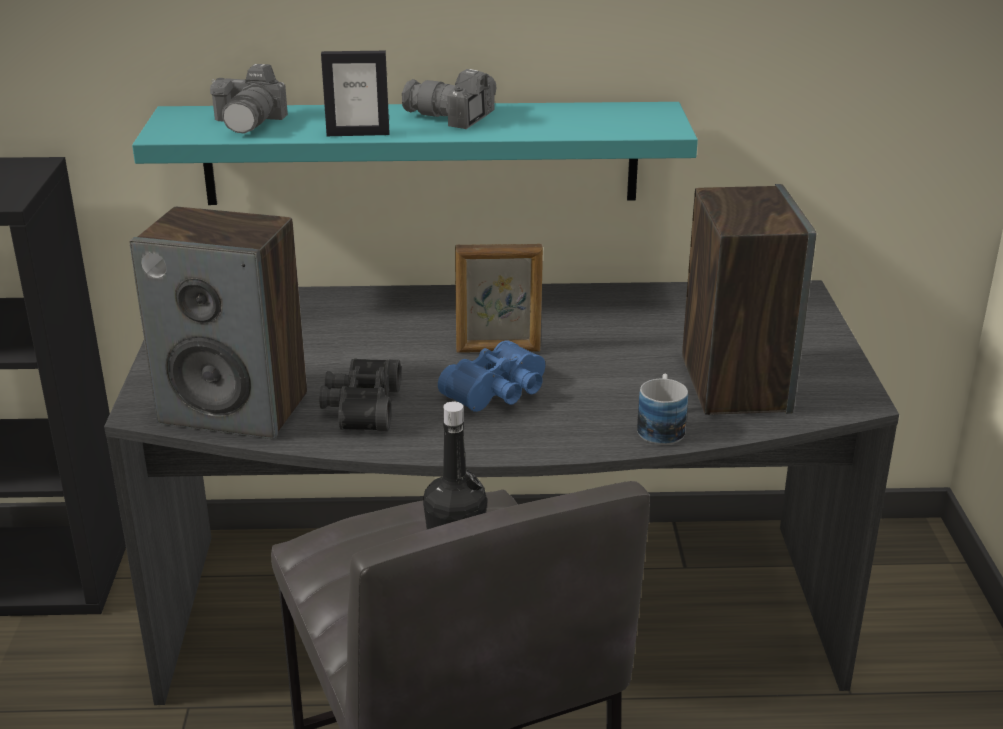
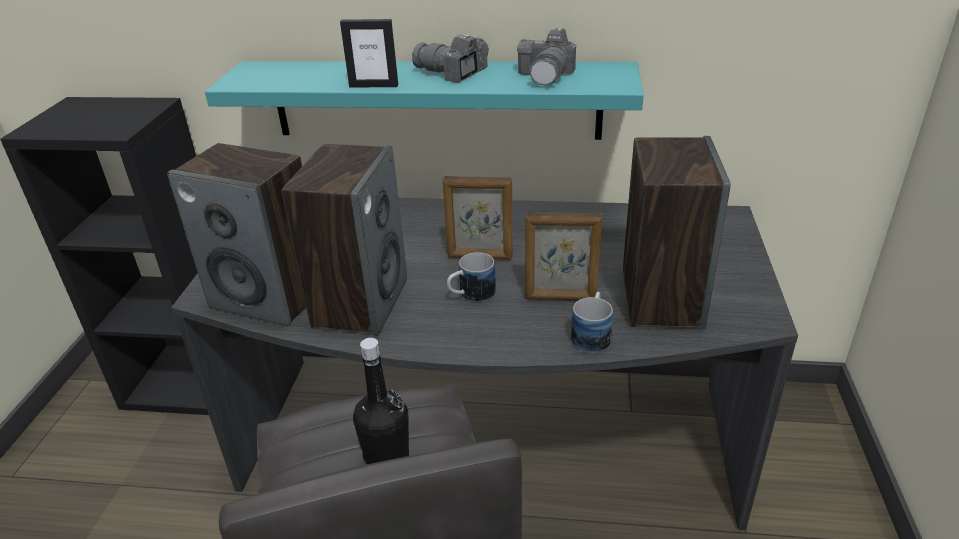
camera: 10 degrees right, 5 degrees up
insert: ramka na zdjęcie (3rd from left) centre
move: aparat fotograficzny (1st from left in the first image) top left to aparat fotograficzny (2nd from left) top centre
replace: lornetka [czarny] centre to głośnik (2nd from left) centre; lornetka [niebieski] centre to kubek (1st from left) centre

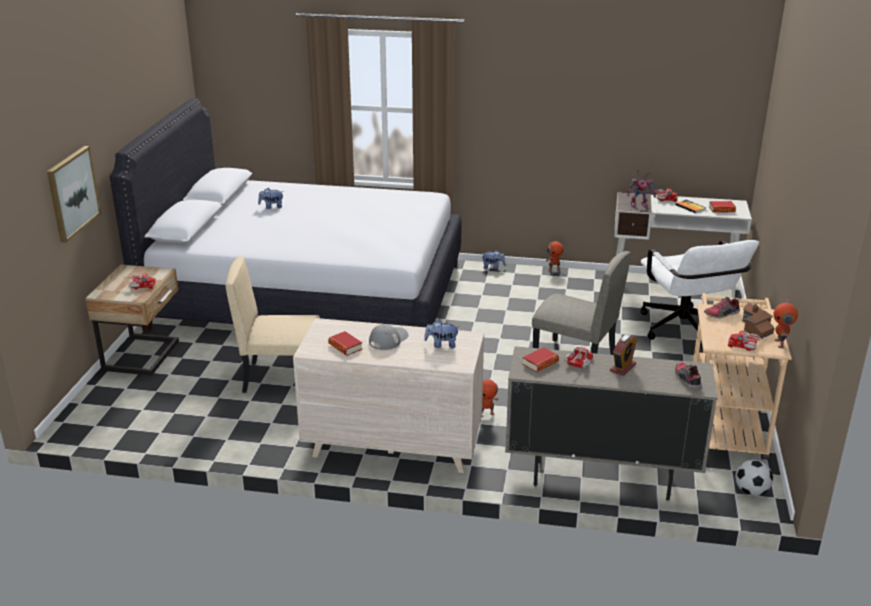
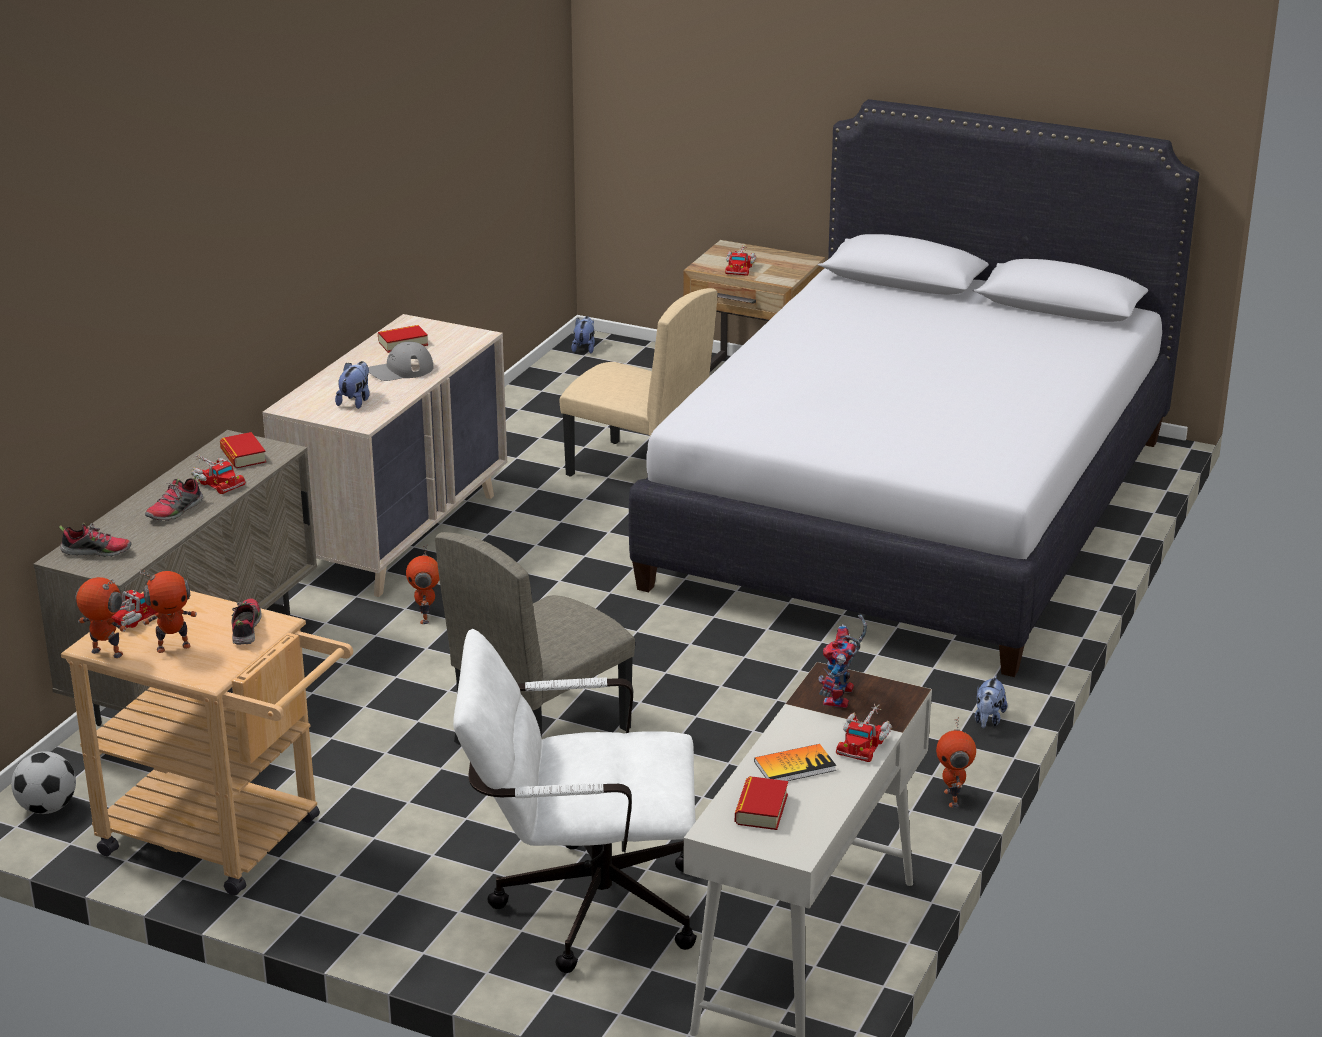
camera: 105 degrees right, 0 degrees up
delete: obraz top left
move: pluszak (1st from left in the first image) top left to pluszak (2nd from left) top centre
replace: budzik middle right to but (2nd from left) middle left; domek middle right to robot zabawkowy (2nd from left) middle left
rotate: krzesło [beżowy] (1st from left in the first image) middle left = centre 105 degrees clockwise; czapka z daszkiem [szary] centre = middle left 105 degrees clockwise

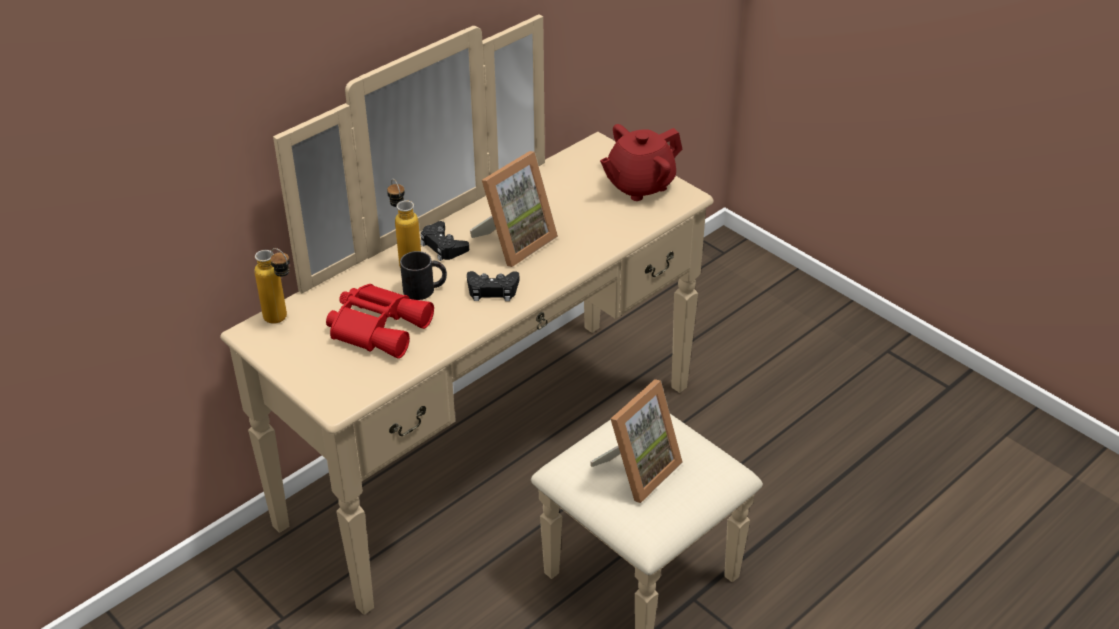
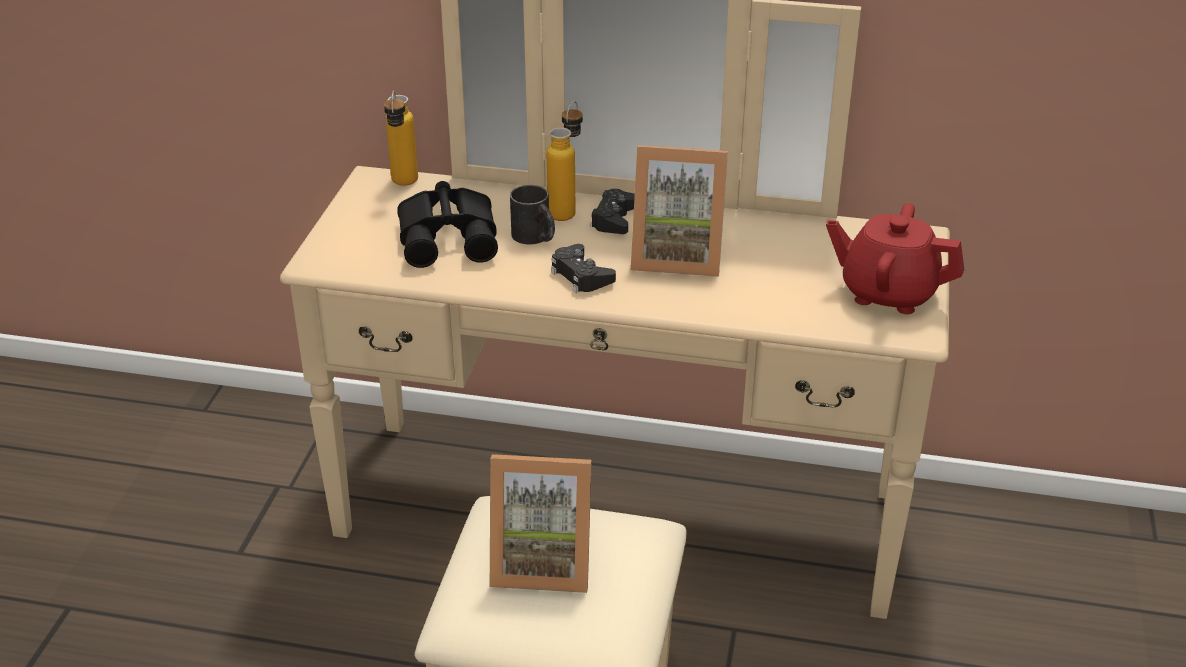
camera: 55 degrees right, 5 degrees down
recolor: lornetka [czerwony] centre to lornetka [czarny] centre

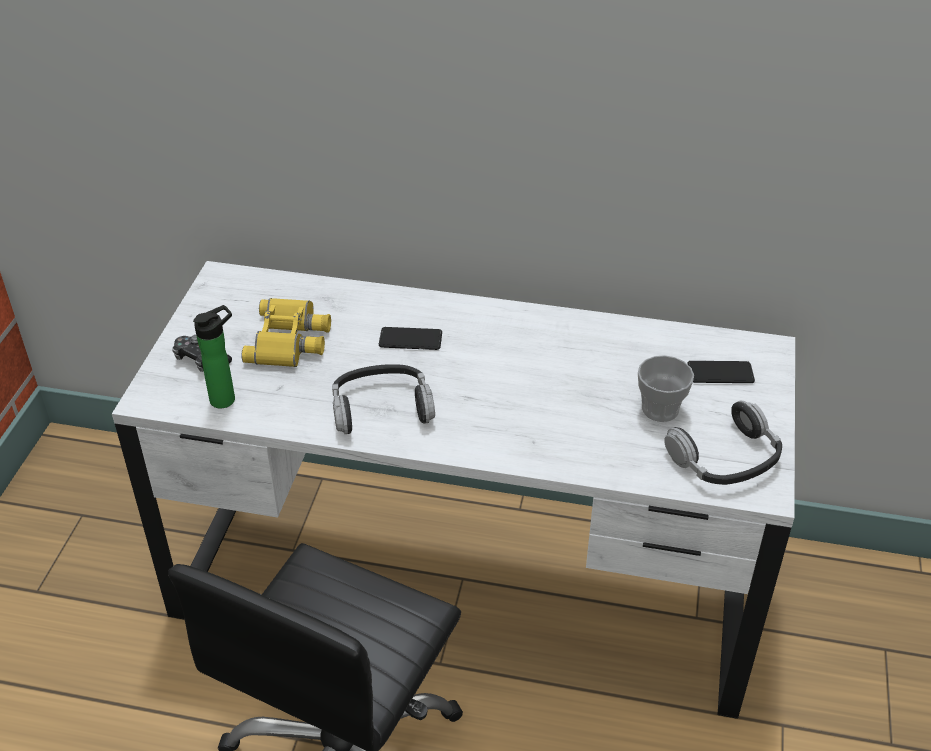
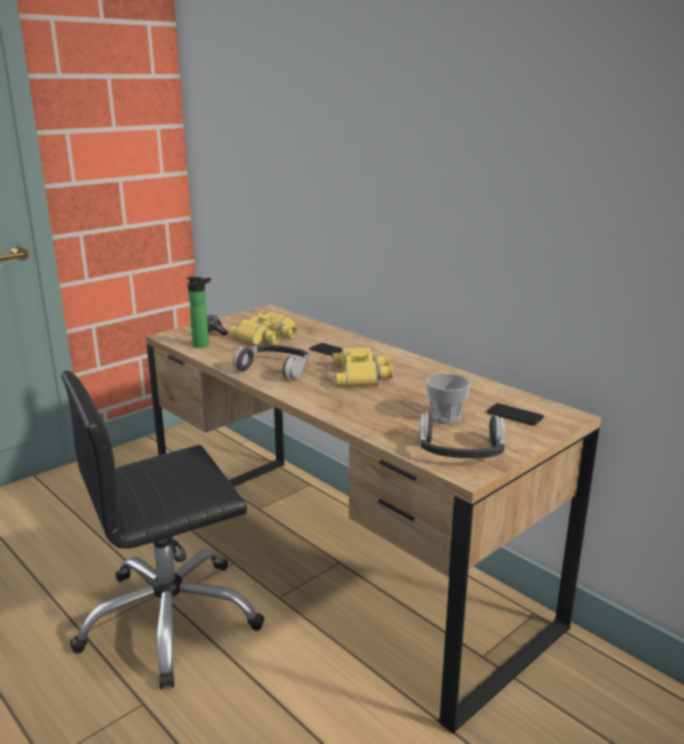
camera: 35 degrees right, 20 degrees down
insert: lornetka [żółty] (2nd from left) centre
recolor: biurko [biały] centre to biurko [brązowy] bottom centre

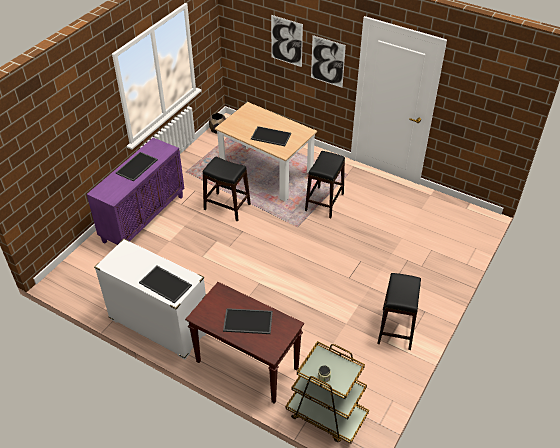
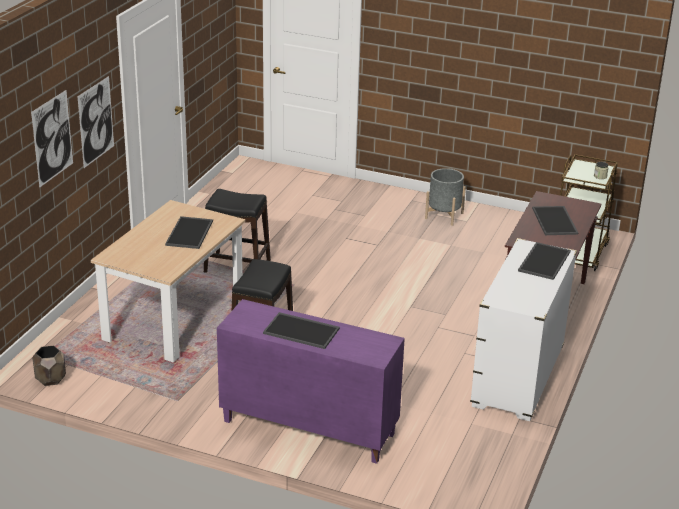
camera: 100 degrees left, 15 degrees down
replace: stołek [czarny] (3rd from left) bottom right to donica [szary] centre

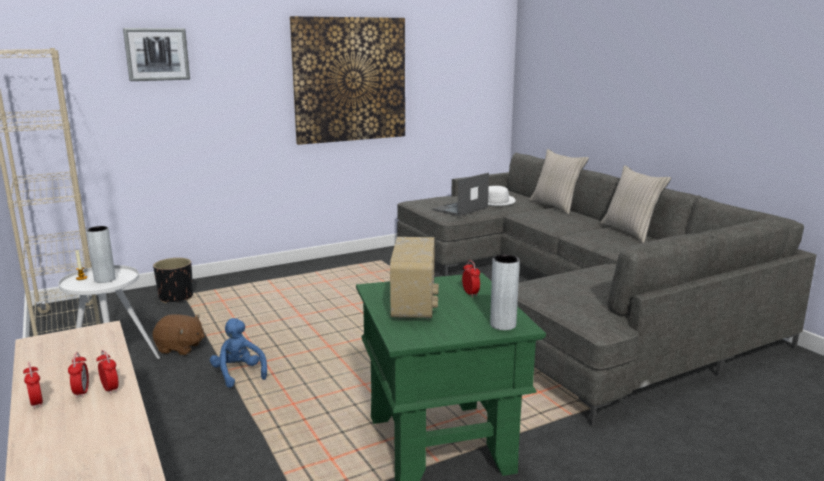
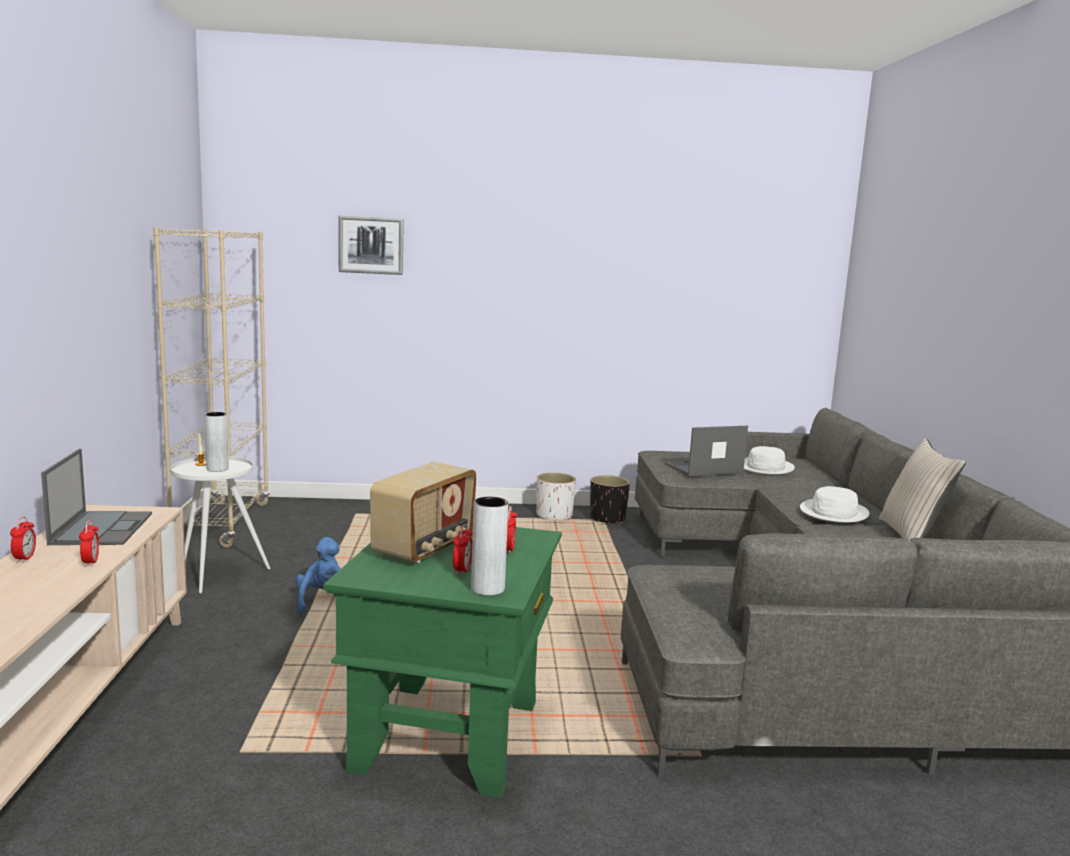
camera: 25 degrees right, 5 degrees down
delete: pluszak [brązowy] bottom left; obraz (2nd from left) top centre; poduszka [beżowy] (1st from left) middle right
insert: laptop (1st from left) middle left; donica [biały] centre; kapelusz [biały] (2nd from left) middle right
move: budzik (2nd from left in the first image) bottom left to budzik (3rd from left) centre; donica [czarny] middle left to centre

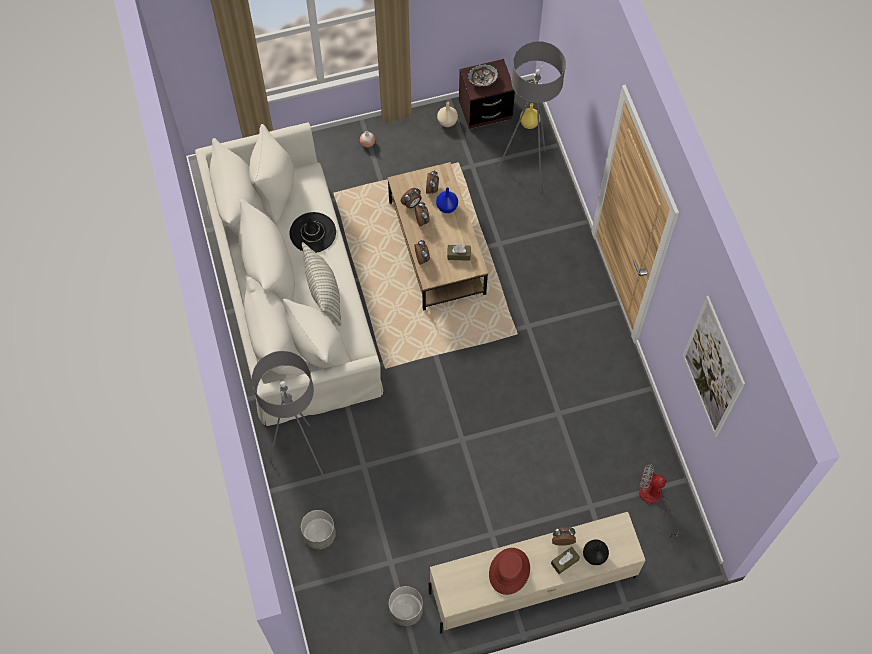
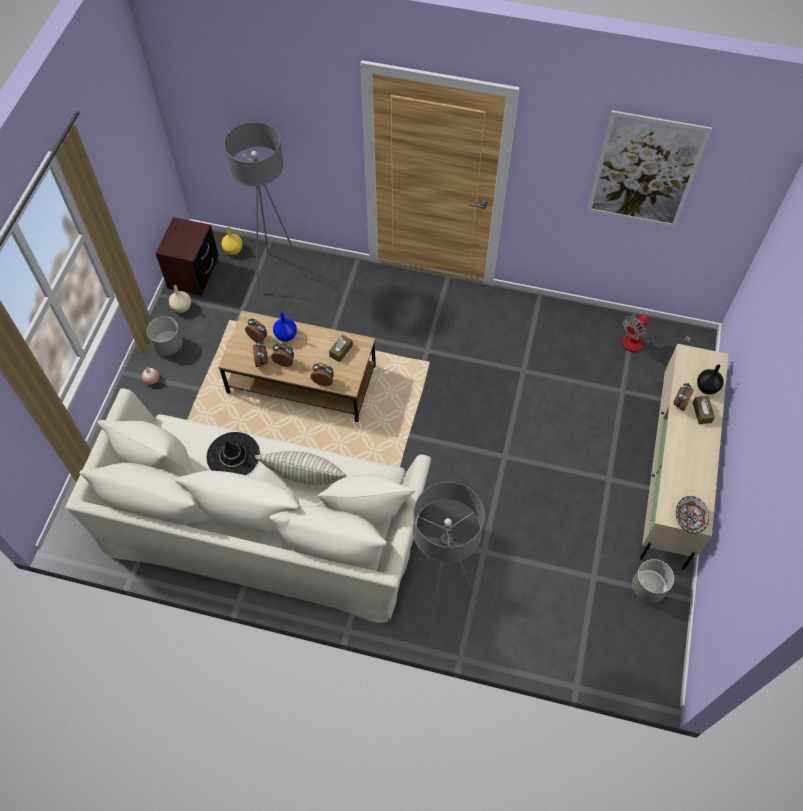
camera: 60 degrees left, 5 degrees down
delete: kapelusz [czerwony] bottom centre
move: donica [szary] (1st from left) bottom centre to middle left; miska top centre to middle right

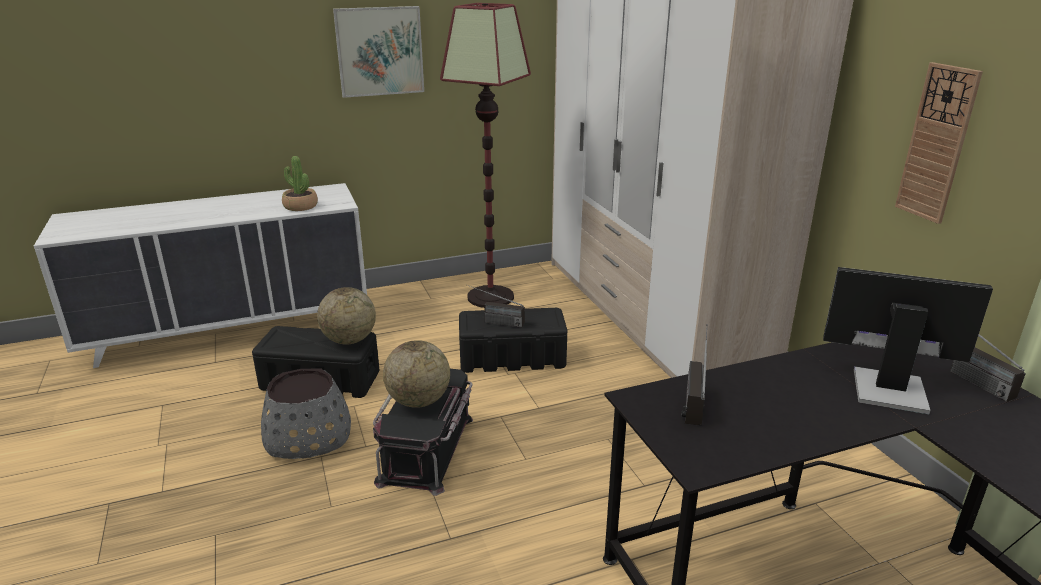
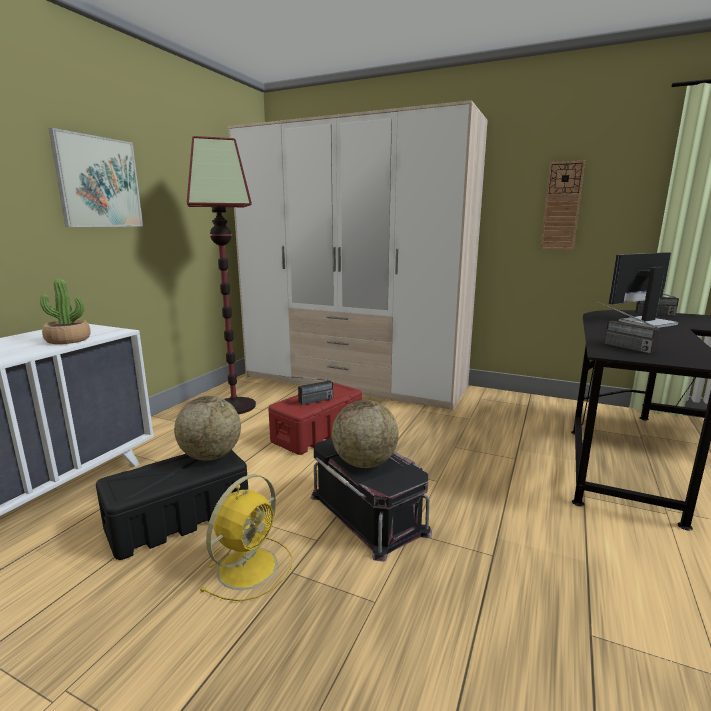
camera: 45 degrees left, 10 degrees down
replace: donica [szary] bottom left to wentylator [żółty] bottom centre
recolor: pojemnik do przechowywania [czarny] (3rd from left) centre to pojemnik do przechowywania [czerwony] centre

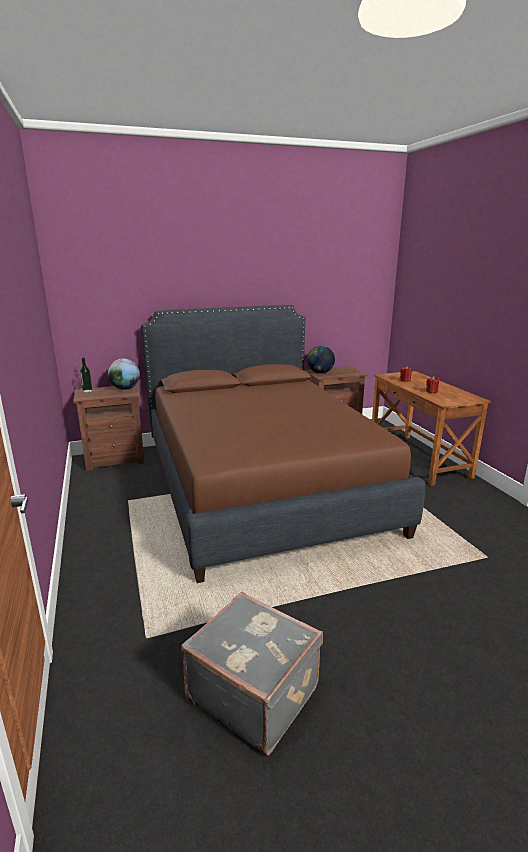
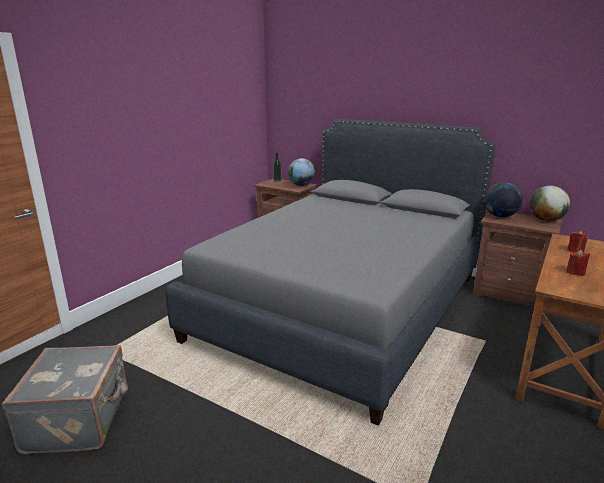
camera: 50 degrees right, 0 degrees up
insert: globus (3rd from left) middle right
recolor: łóżko [brązowy] centre to łóżko [szary] centre

